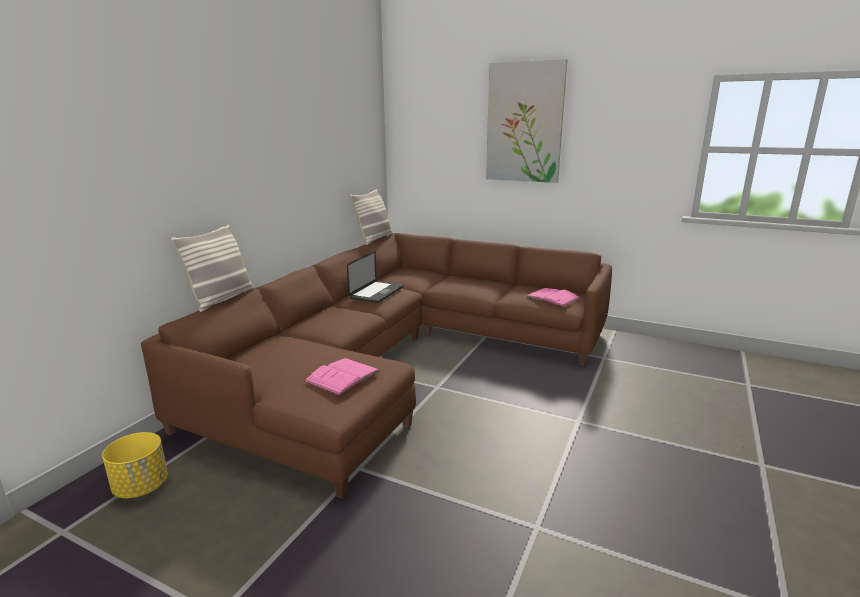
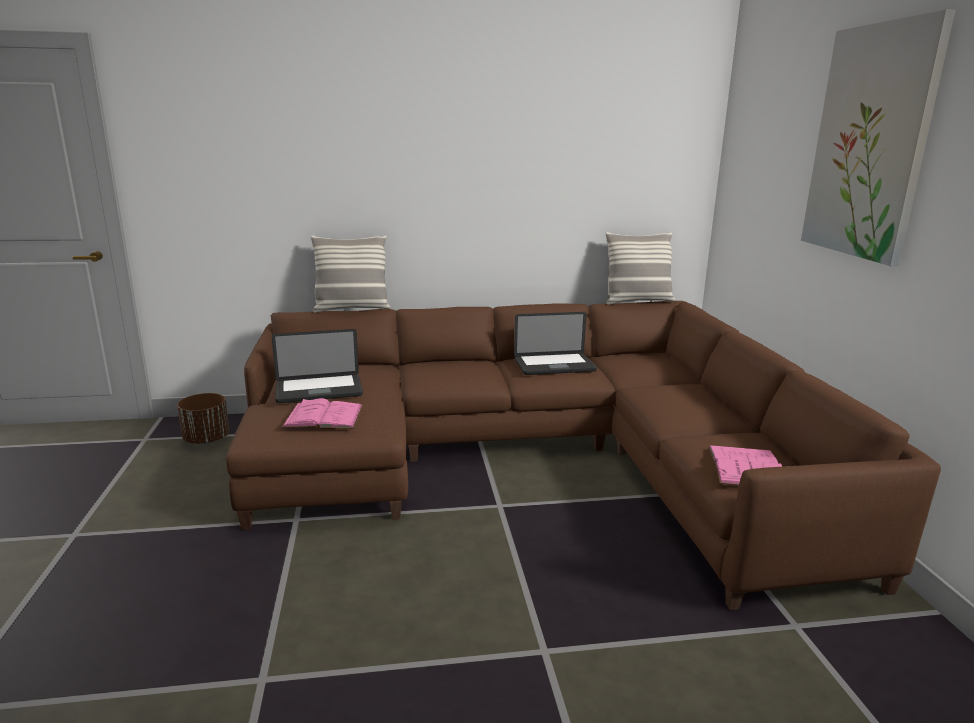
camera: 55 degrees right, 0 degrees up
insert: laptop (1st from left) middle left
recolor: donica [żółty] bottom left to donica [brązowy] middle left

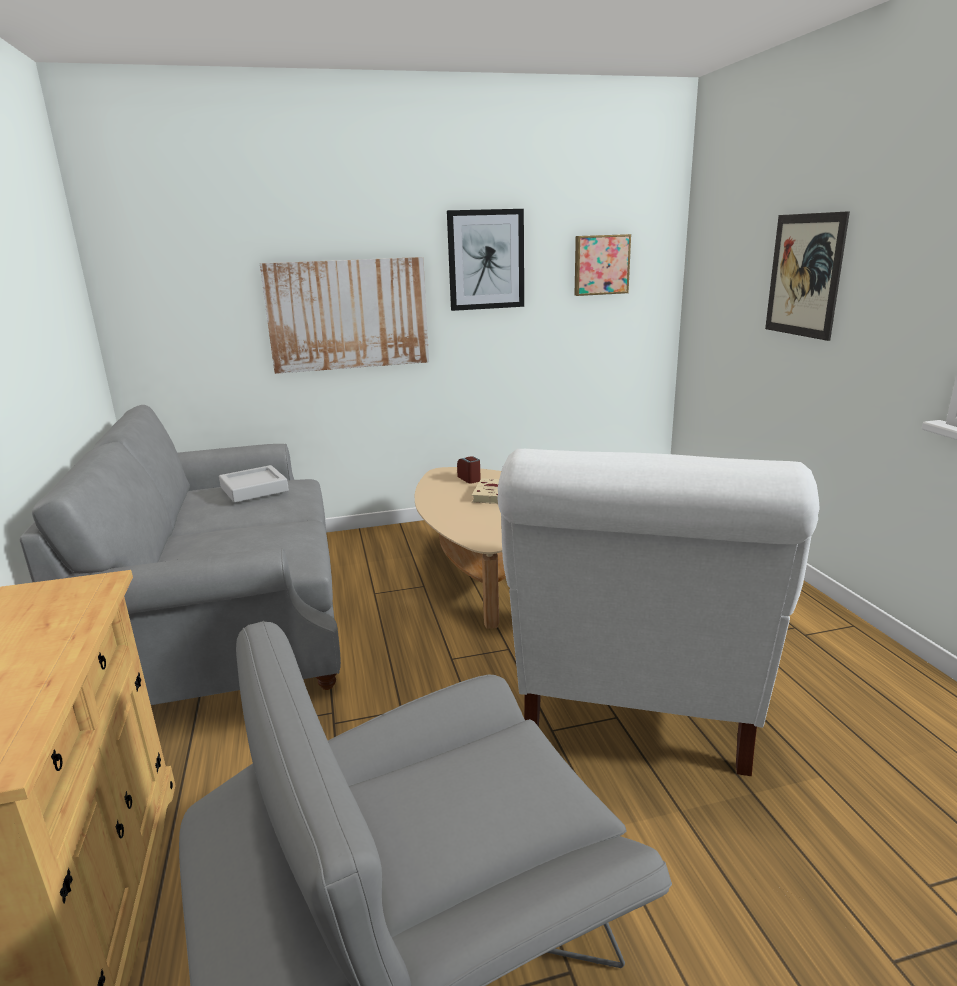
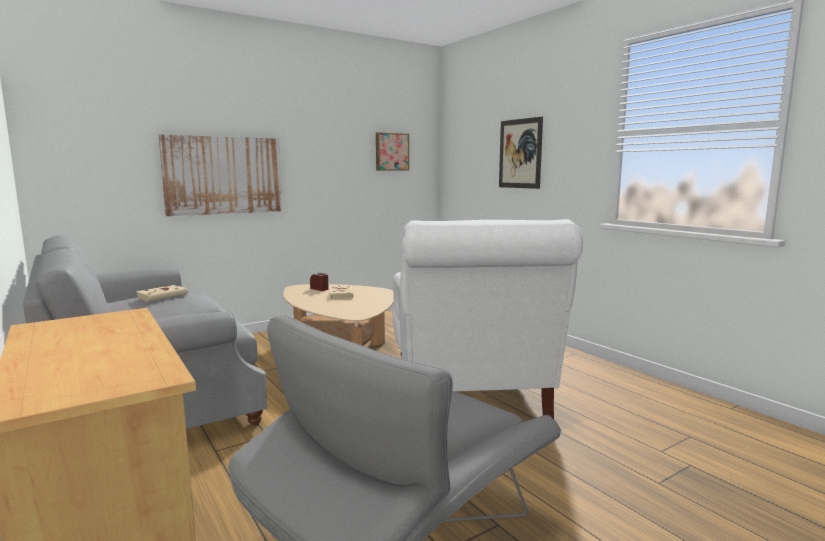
camera: 20 degrees left, 10 degrees down
delete: obraz (2nd from left) top centre
replace: taca [szary] middle left to książka [beżowy] (1st from left) middle left

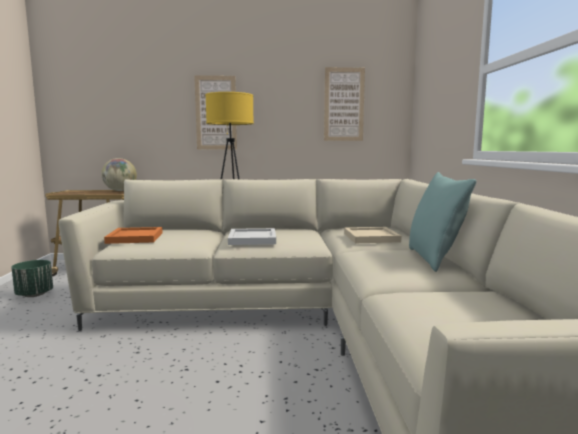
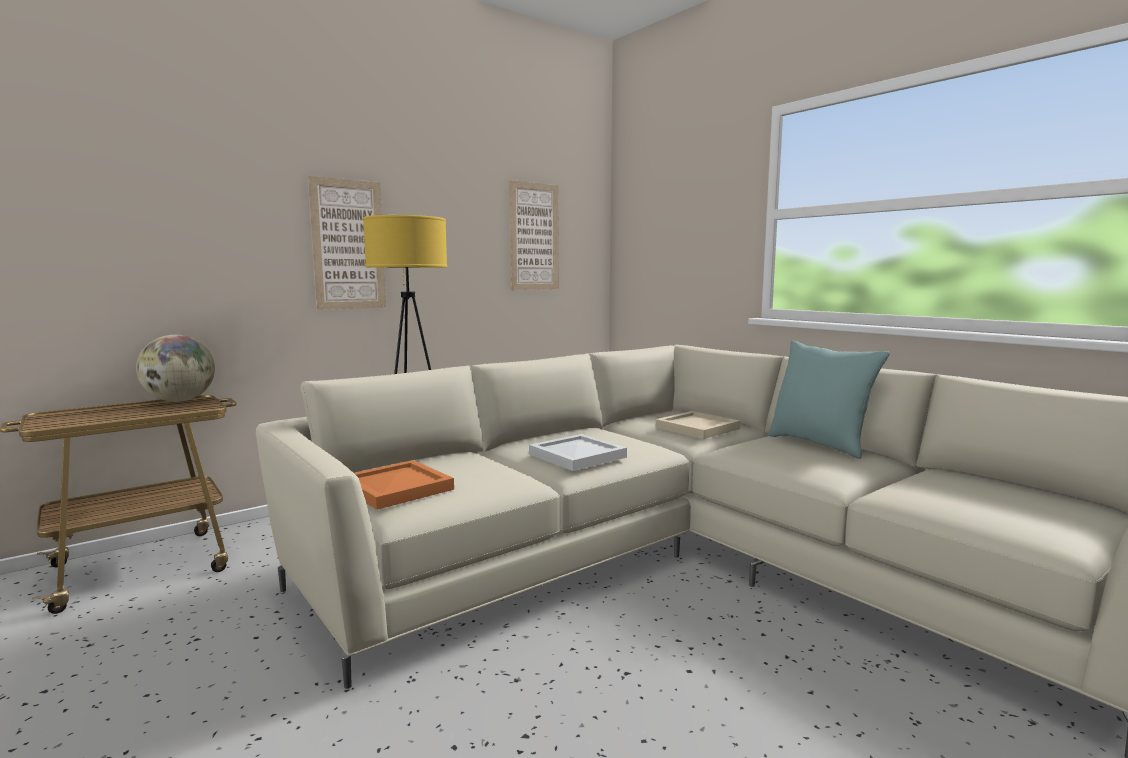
camera: 35 degrees left, 0 degrees up
delete: donica [zielony] middle left

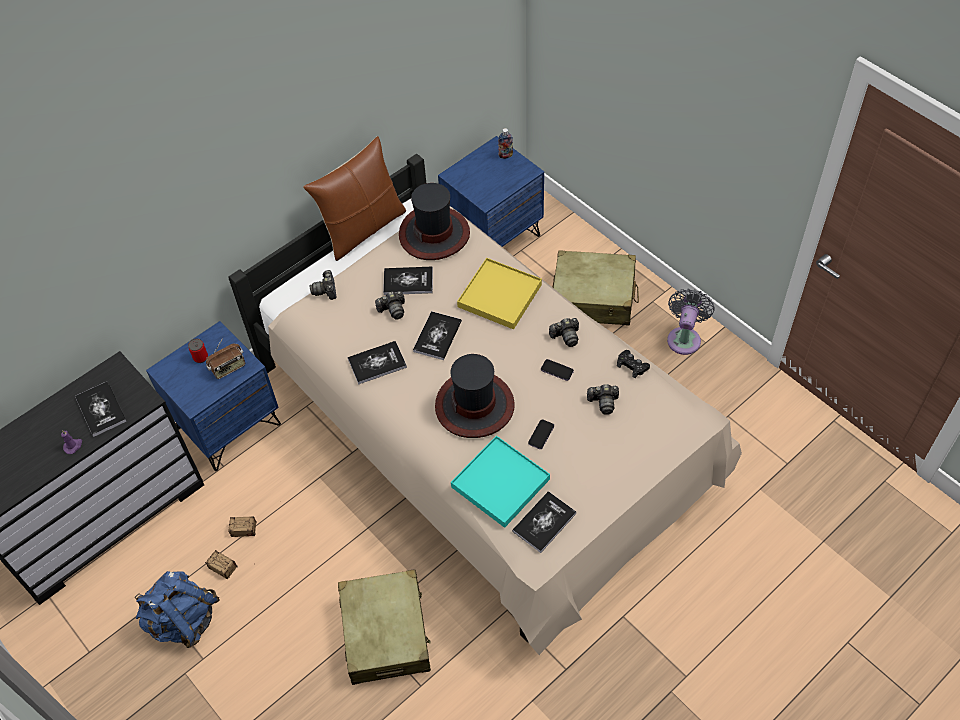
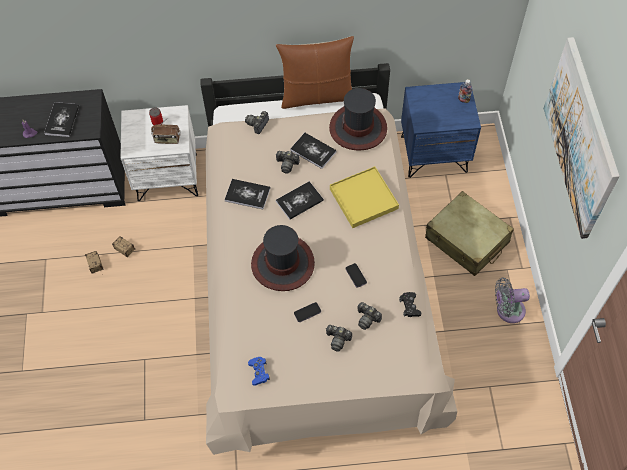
camera: 35 degrees right, 5 degrees up
delete: plecak [niebieski] bottom left; walizka [beżowy] (1st from left) bottom centre; taca [turkusowy] bottom centre
insert: obraz top right
move: aparat fotograficzny (3rd from left) centre to bottom centre
replace: książka (5th from left) bottom centre to pad do gier [niebieski] bottom centre
recolor: szafka nocna [niebieski] (1st from left) middle left to szafka nocna [biały] top left
rotate: wentylator [szary] middle right = middle right 150 degrees counterclockwise

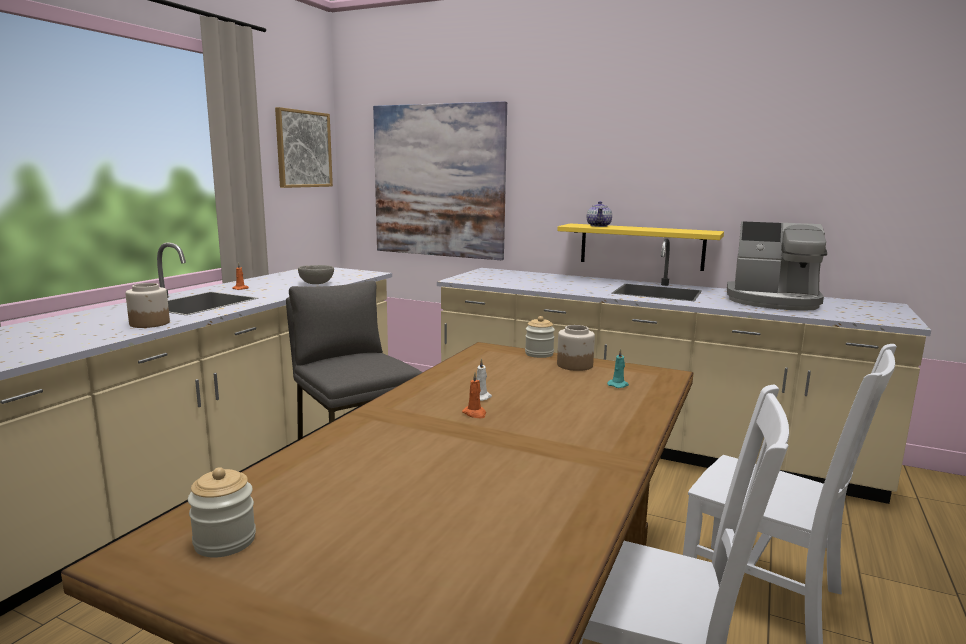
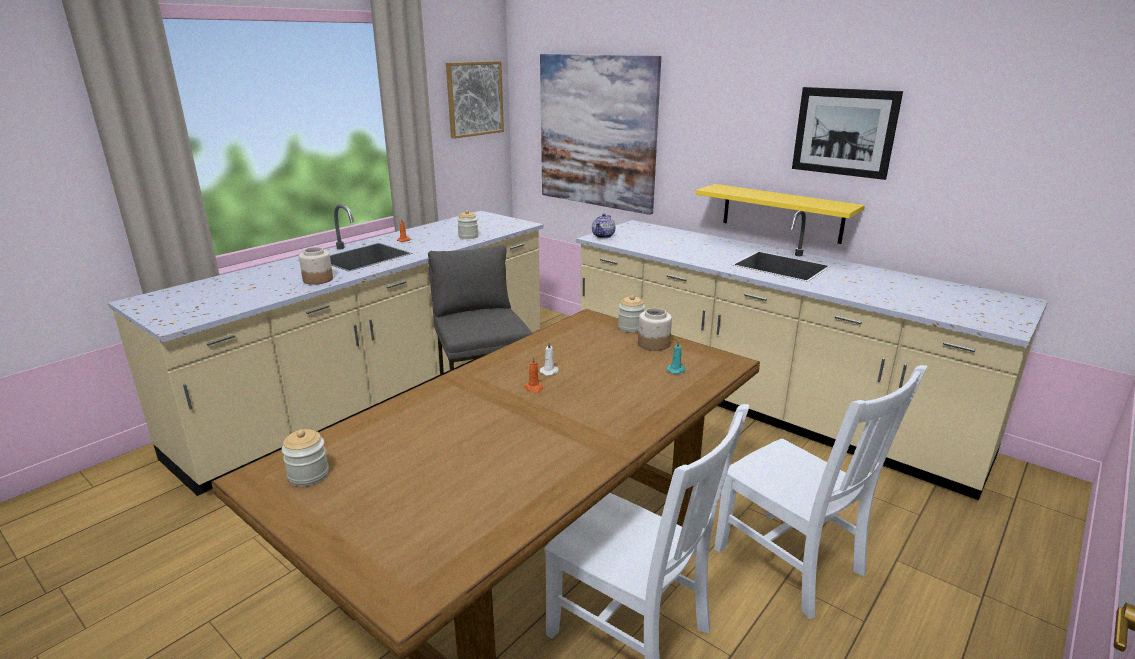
camera: 15 degrees right, 10 degrees up
delete: ekspres do kawy middle right
insert: obraz (3rd from left) top right
move: imbryk top centre to centre
replace: miska [szary] middle left to słoik (3rd from left) centre

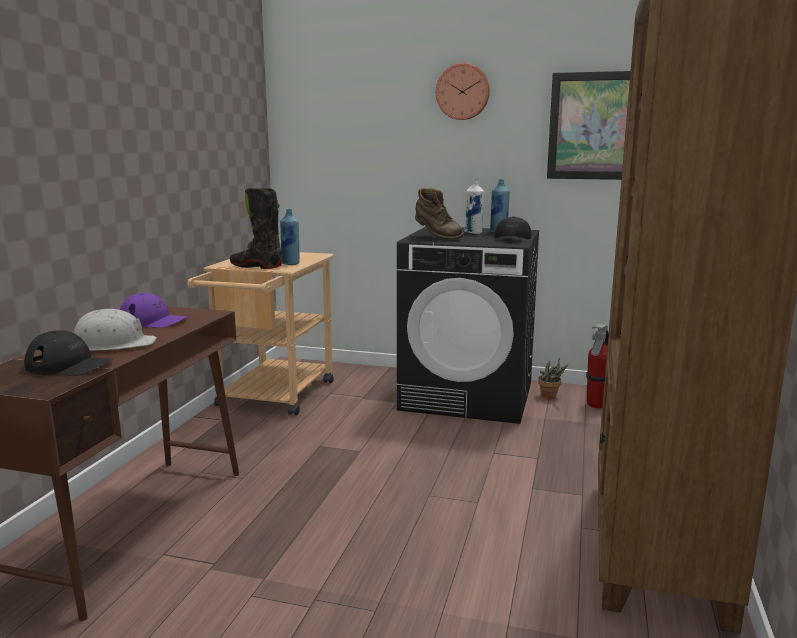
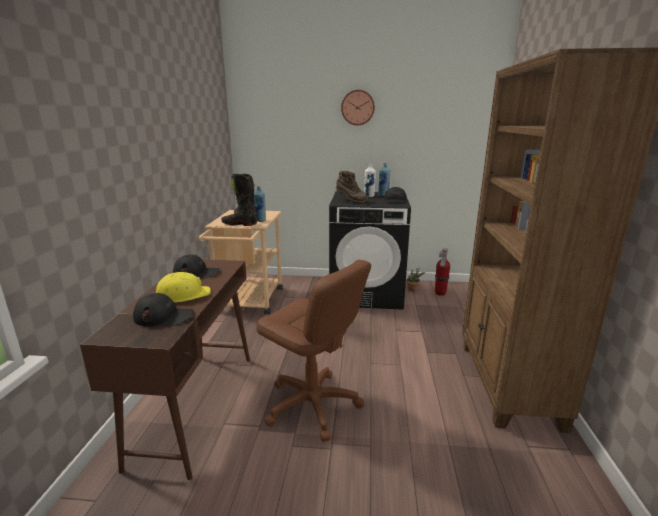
camera: 10 degrees left, 5 degrees up
delete: obraz top right
insert: krzesło biurowe [brązowy] bottom centre
recolor: kask [biały] middle left to kask [żółty] middle left; czapka z daszkiem [fioletowy] middle left to czapka z daszkiem [czarny] (2nd from left) middle left

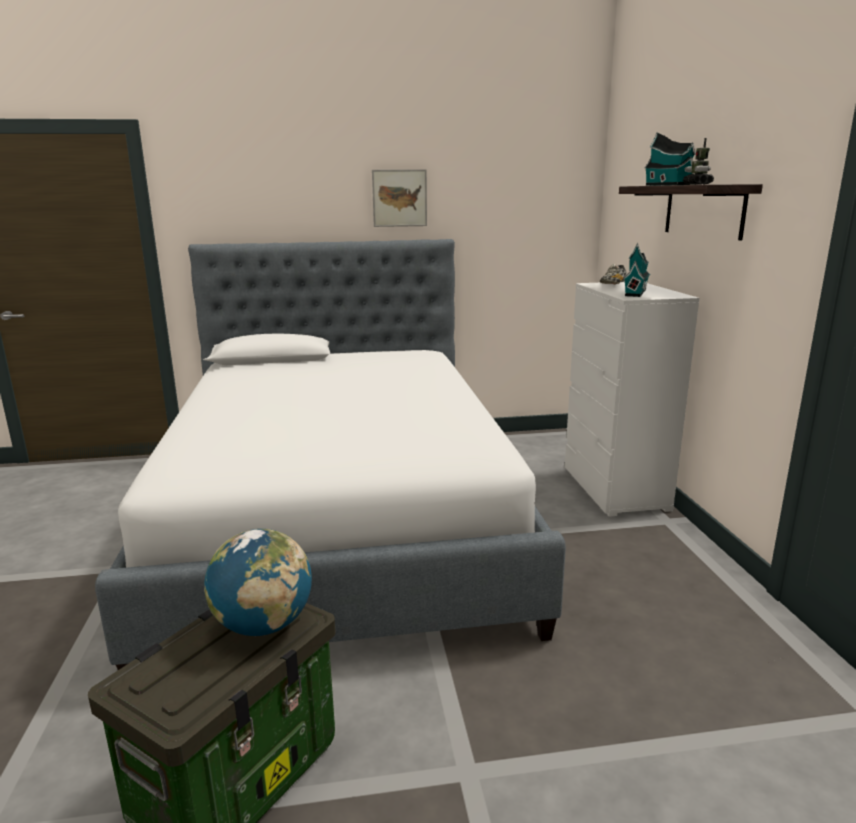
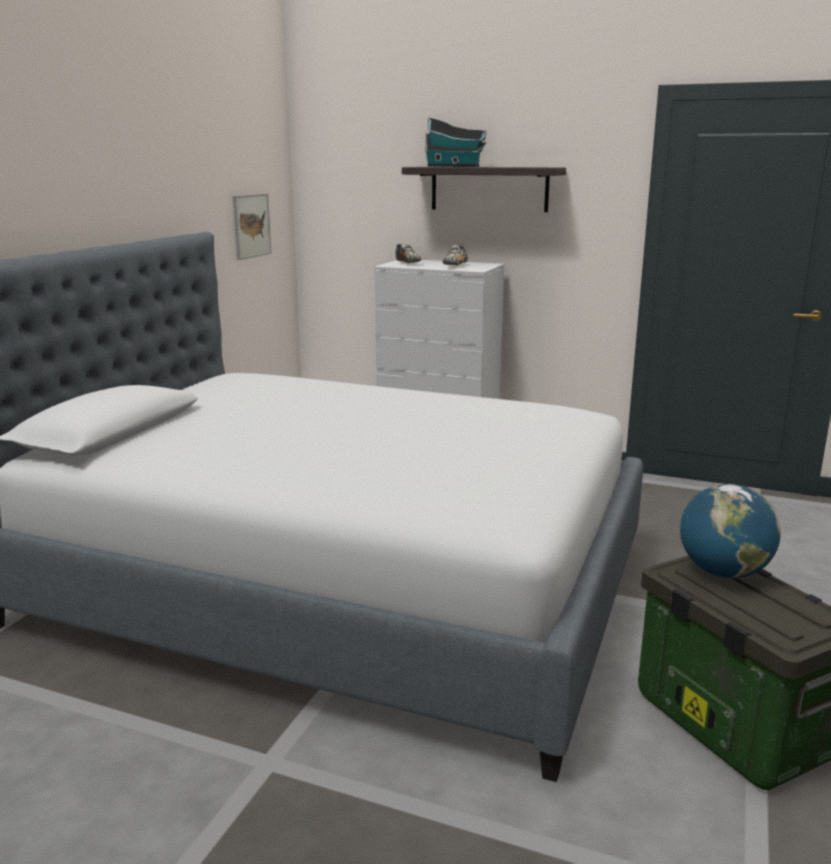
camera: 60 degrees left, 0 degrees up
delete: robot zabawkowy top right
move: obraz top centre to top left
replace: domek (1st from left) top right to but (2nd from left) top centre

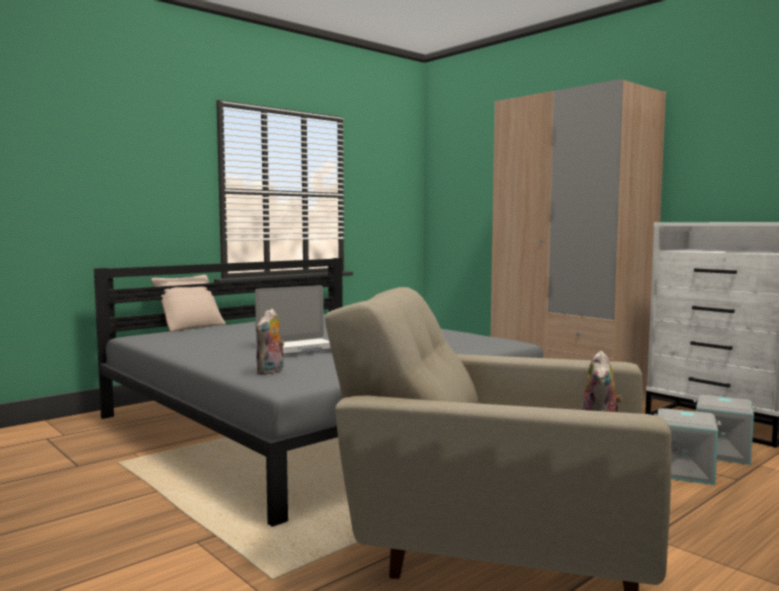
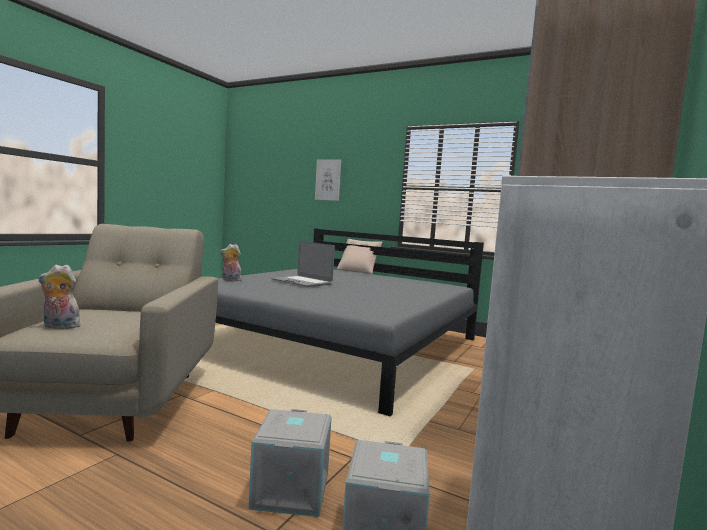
camera: 70 degrees right, 0 degrees up
insert: obraz centre

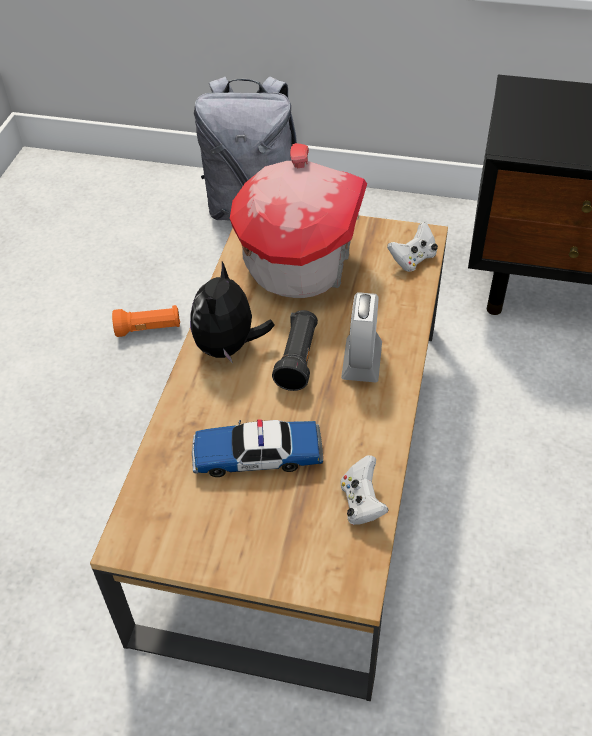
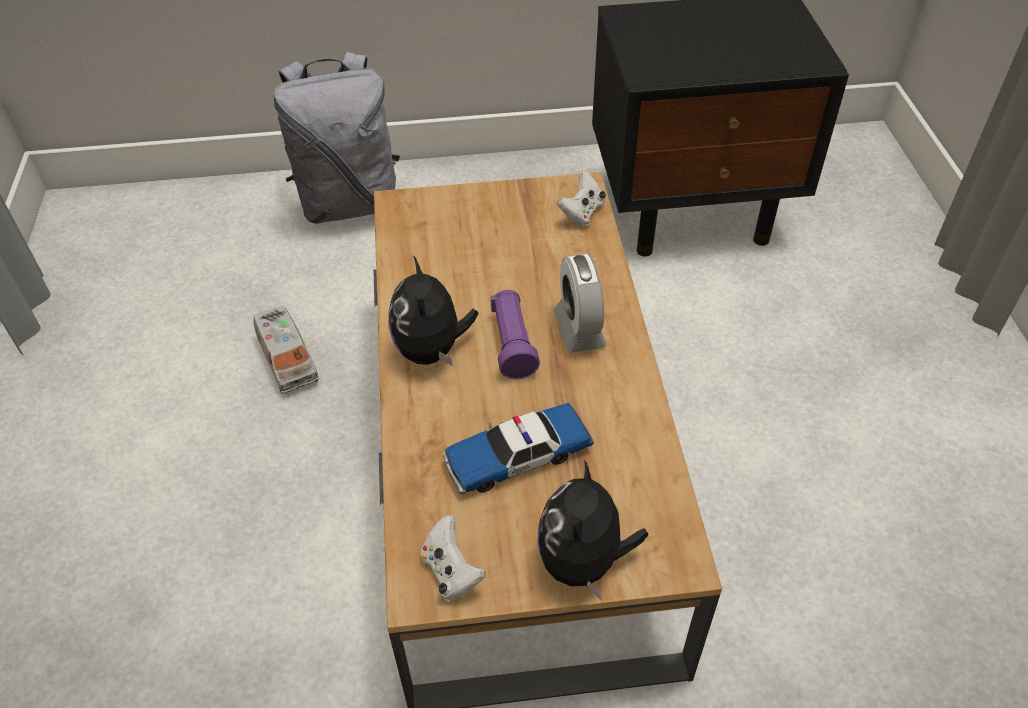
camera: 20 degrees left, 0 degrees up
delete: domek top centre
insert: pluszak (2nd from left) bottom centre
move: pad do gier [biały] (1st from left) centre to bottom centre
replace: latarka [pomarańczowy] middle left to ciężarówka zabawkowa middle left
recolor: latarka [czarny] centre to latarka [fioletowy] centre

